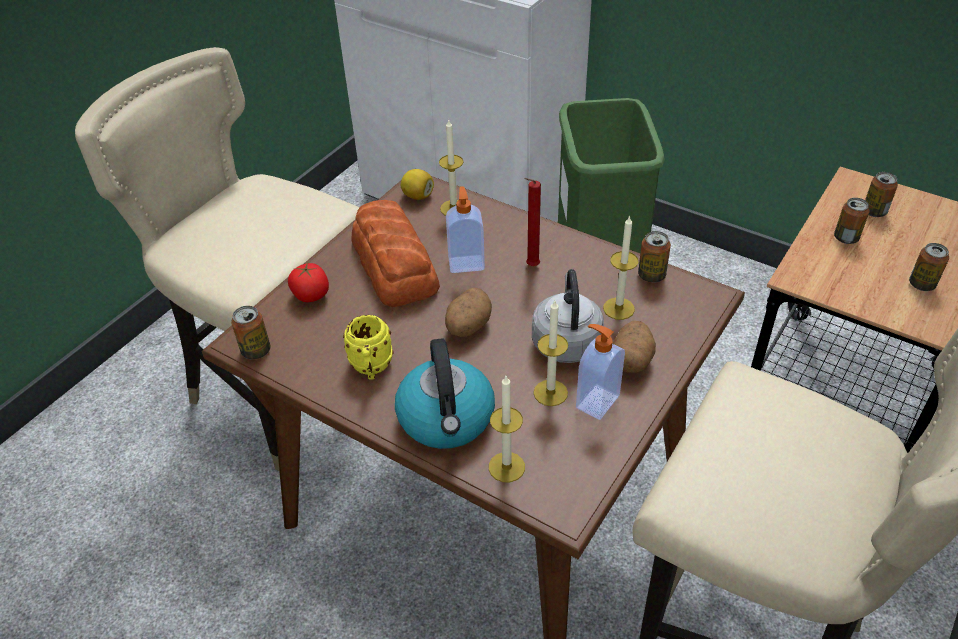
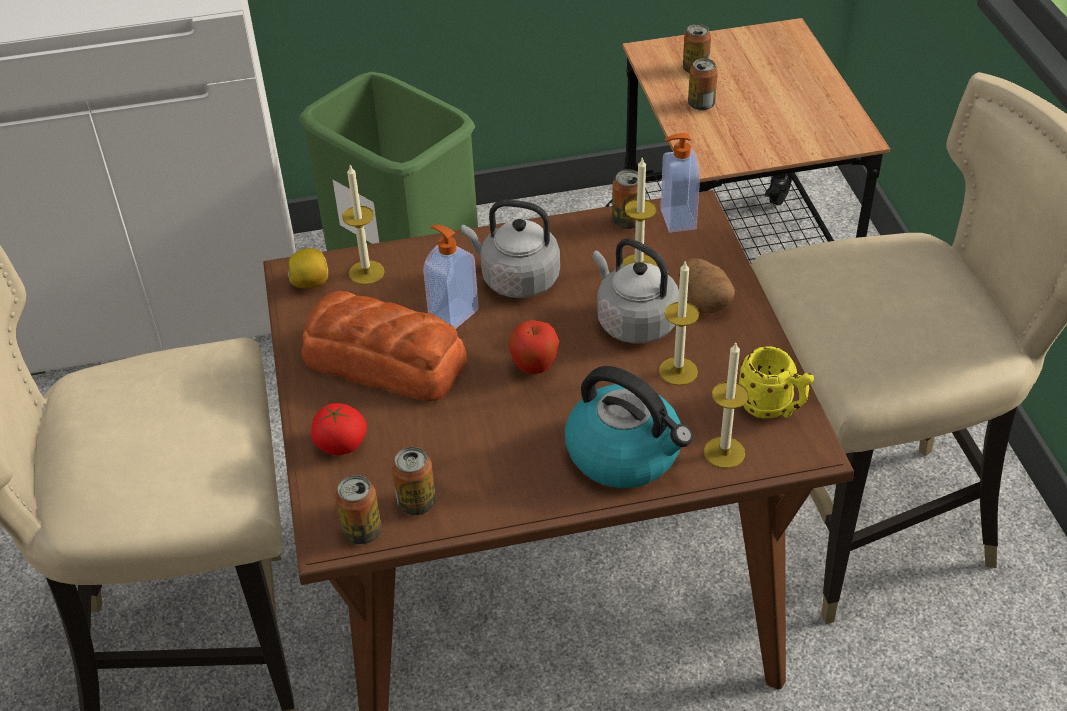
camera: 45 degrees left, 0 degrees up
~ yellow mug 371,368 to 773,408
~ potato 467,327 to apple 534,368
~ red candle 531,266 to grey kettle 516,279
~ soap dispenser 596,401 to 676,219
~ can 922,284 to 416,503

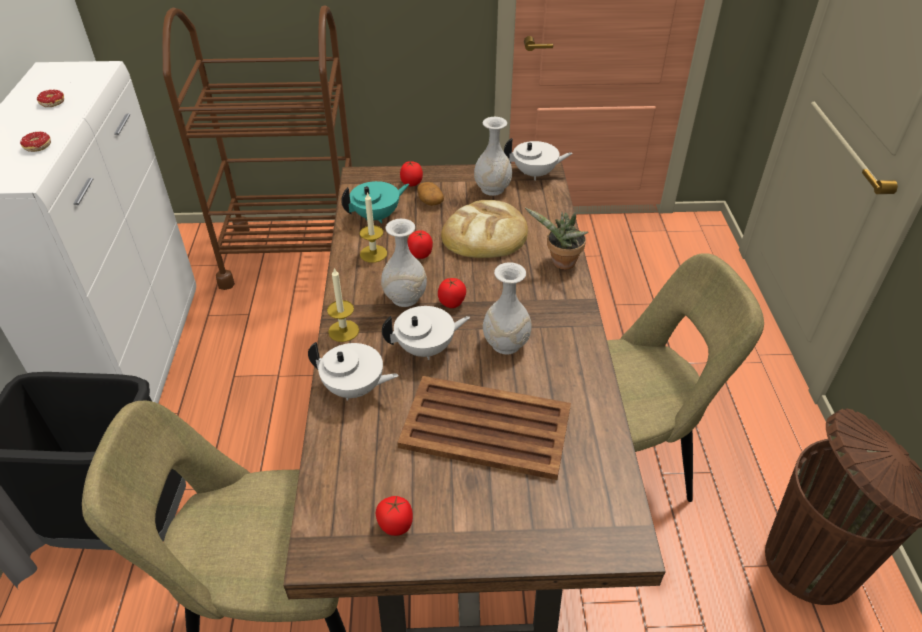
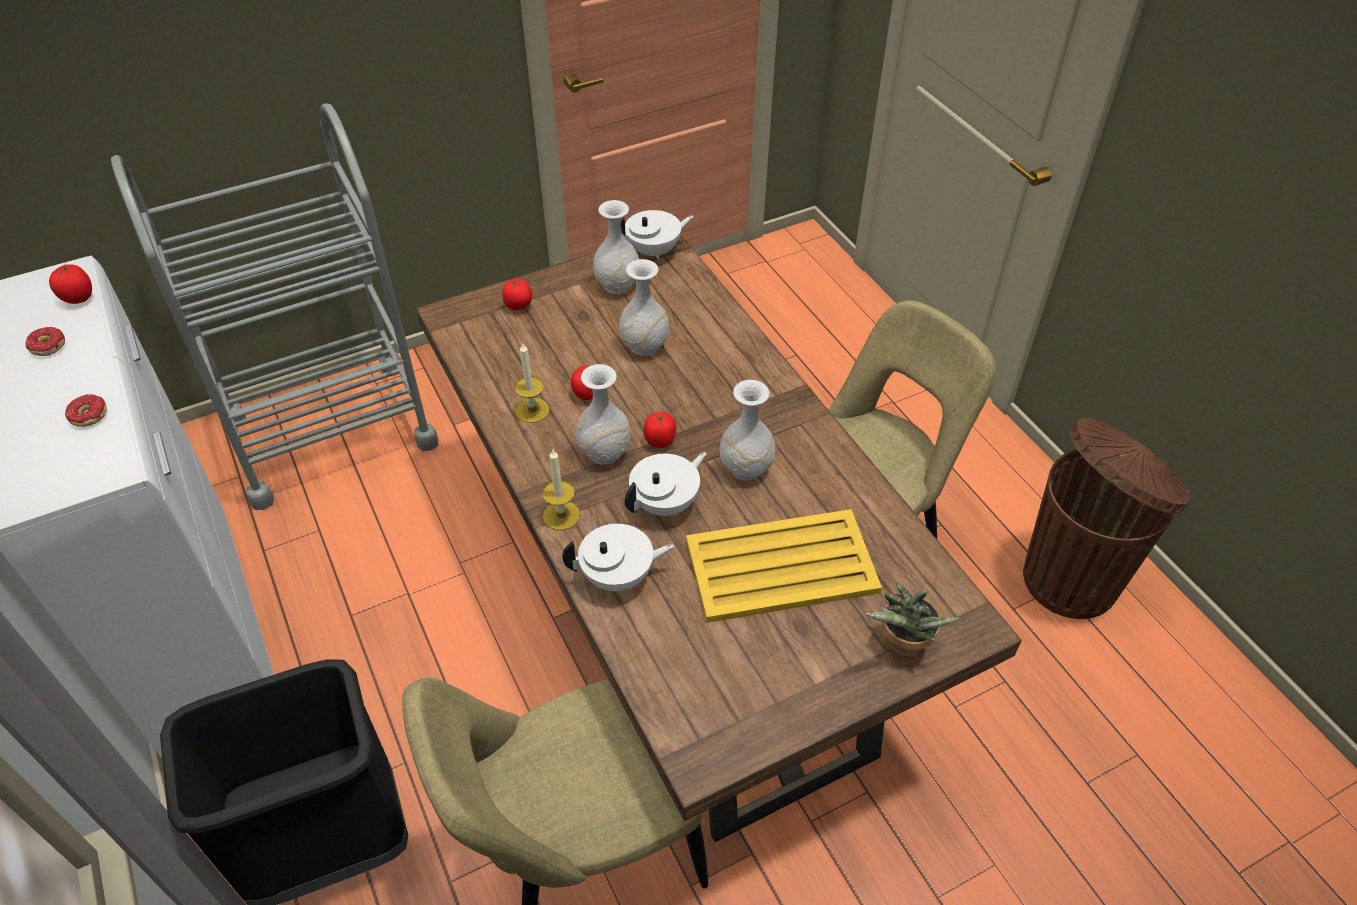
camera: 25 degrees left, 5 degrees up
~ brown cart 294,255 to grey cart 330,431
- turquoise teapot 377,216
~ tomato 395,525 to 78,298
~ brown tray 484,427 to yellow tray 779,566
- potato 430,201
~ bread 485,234 to white vase 645,345
~ potted plant 560,264 to 902,648

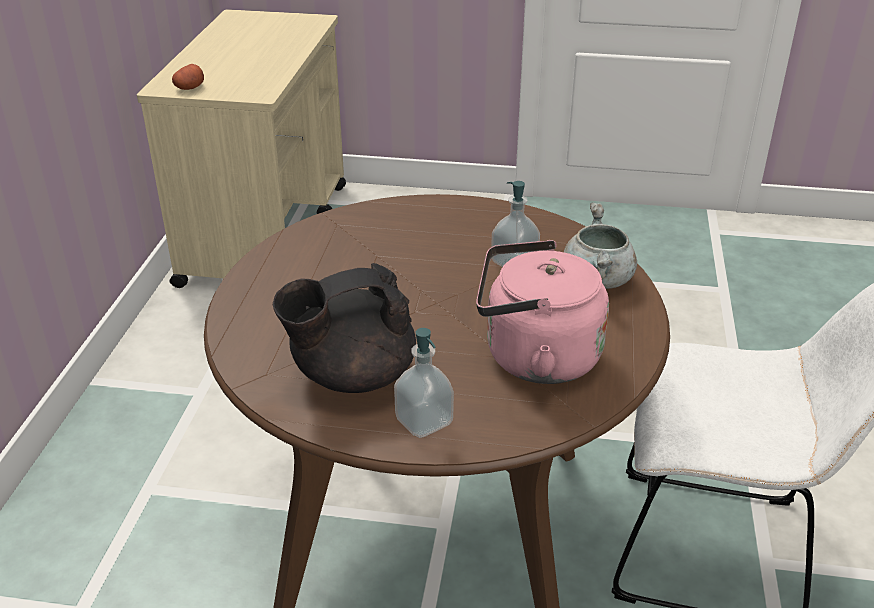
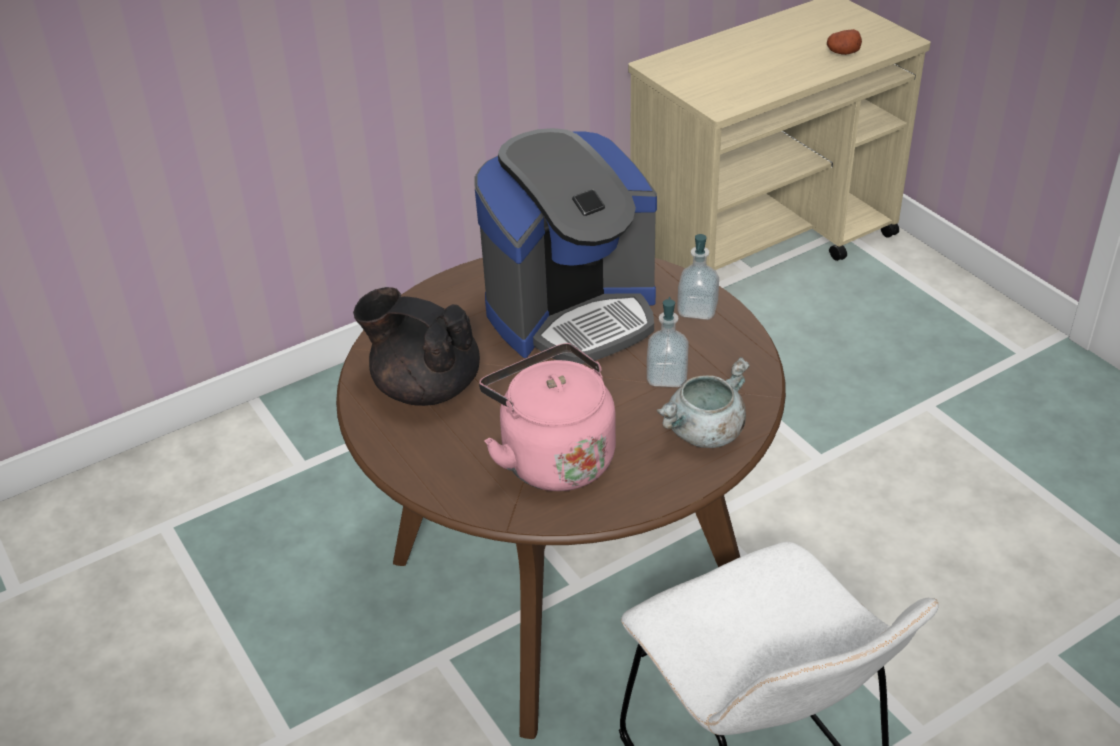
camera: 50 degrees right, 5 degrees up
~ potato 190,88 to 843,52
~ soap dispenser 424,421 to 697,310
+ coffee machine 572,313

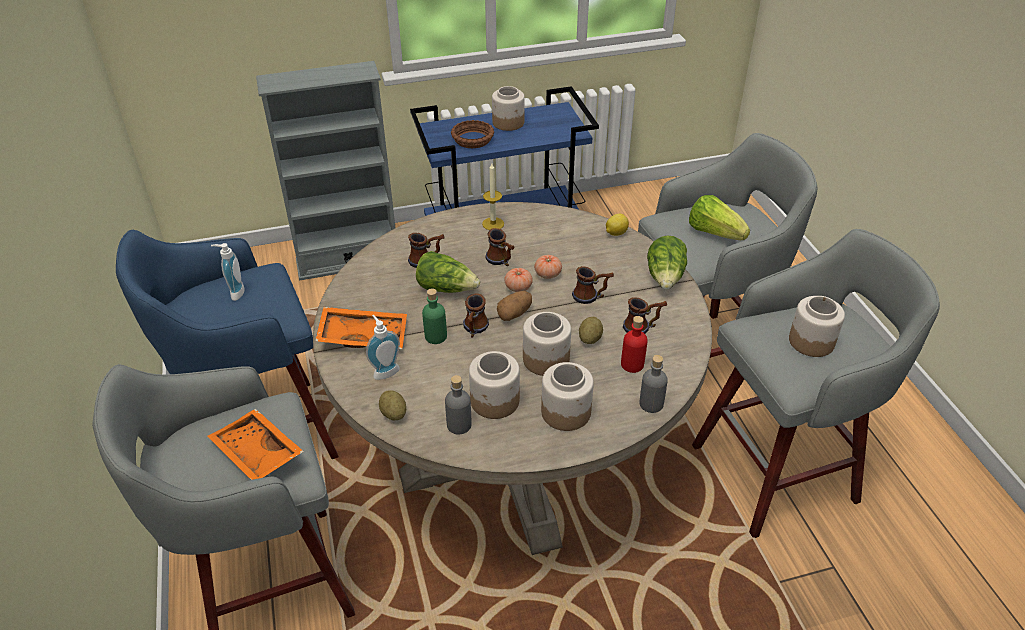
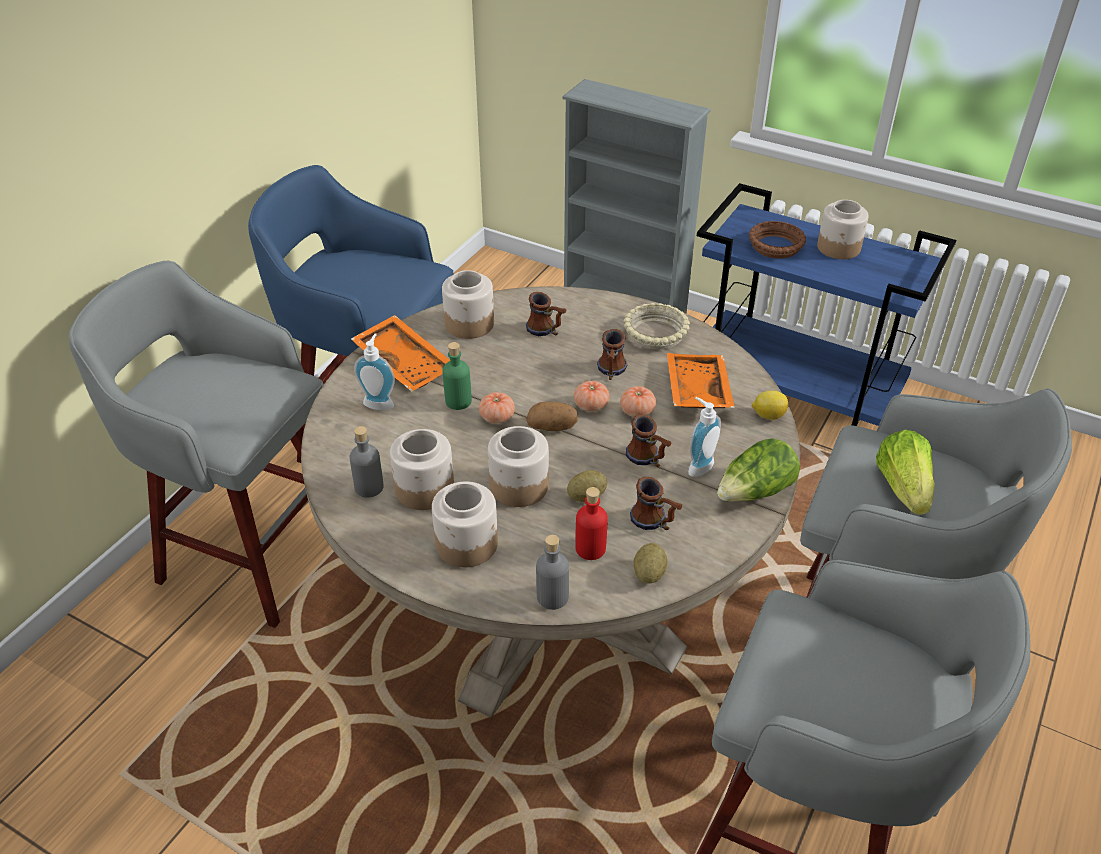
camera: 45 degrees right, 0 degrees up
~ orange tray 256,454 to 695,391
~ soap dispenser 234,292 to 698,465
~ potato 393,413 to 649,573
- lettuce 446,288
~ mug 474,330 to tomato 497,417
~ candle 493,224 to beige bowl 655,333
~ jar 811,341 to 470,324

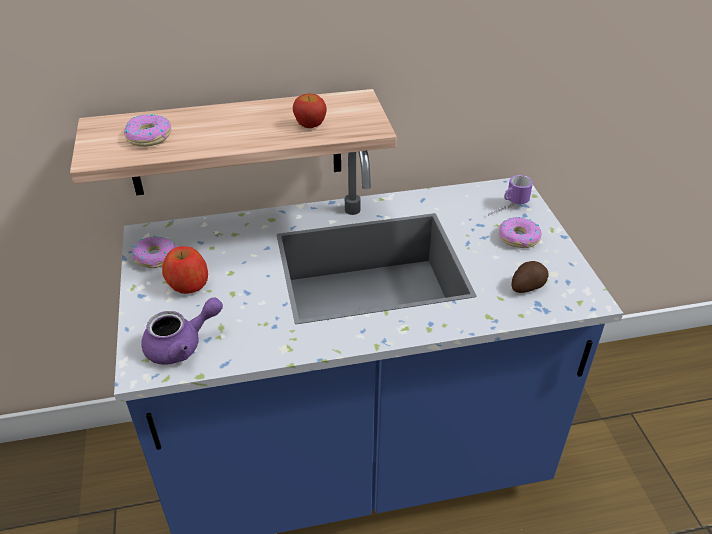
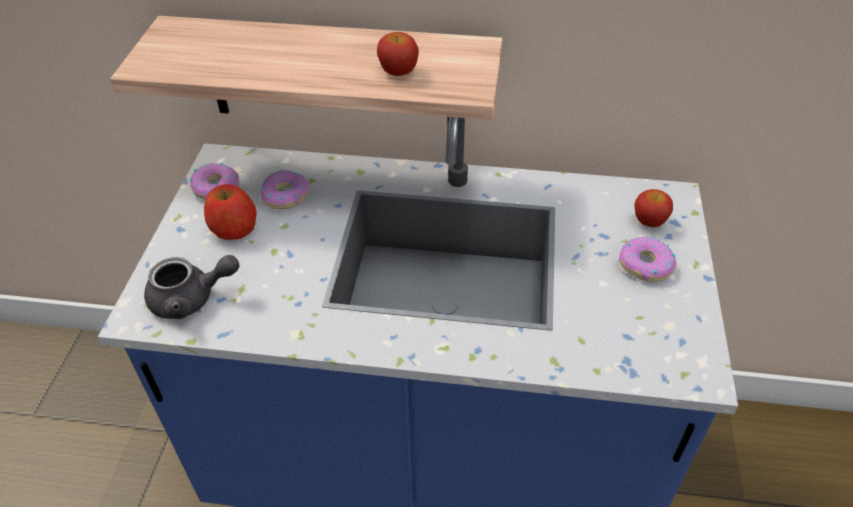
camera: 20 degrees right, 5 degrees up
~ donut 148,137 to 285,195
~ purple teapot 182,345 to grey teapot 191,299
~ mug 506,208 to apple 649,221
- potato 527,286

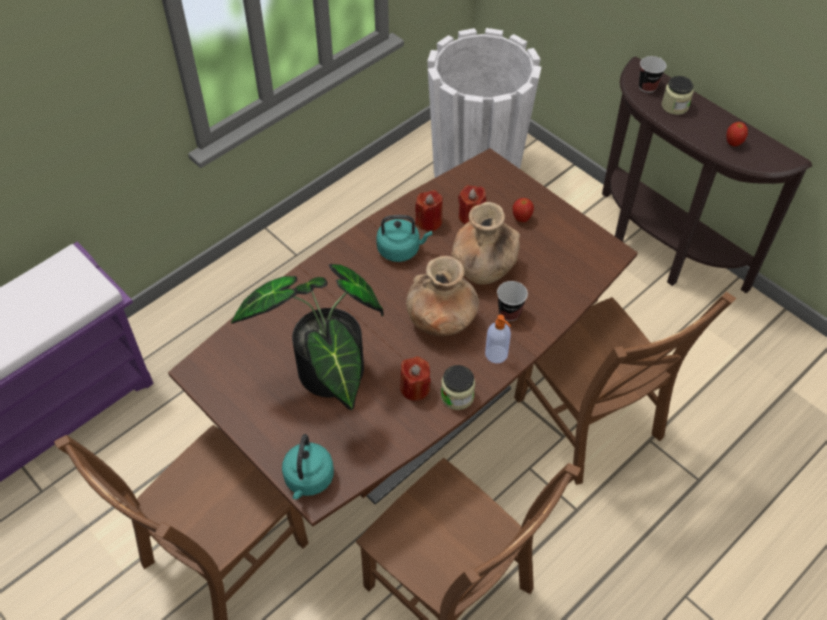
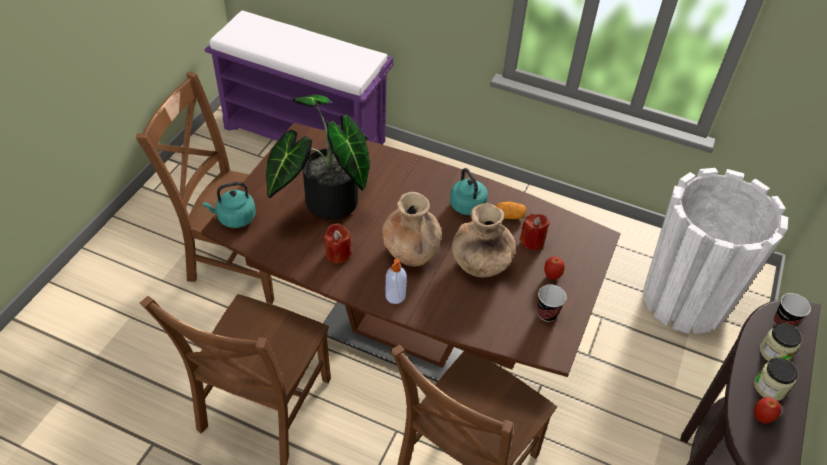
camera: 65 degrees right, 5 degrees down
~ red candle 429,221 to potato 509,216
~ jar 457,396 to 769,387
~ cup 509,313 to 547,314

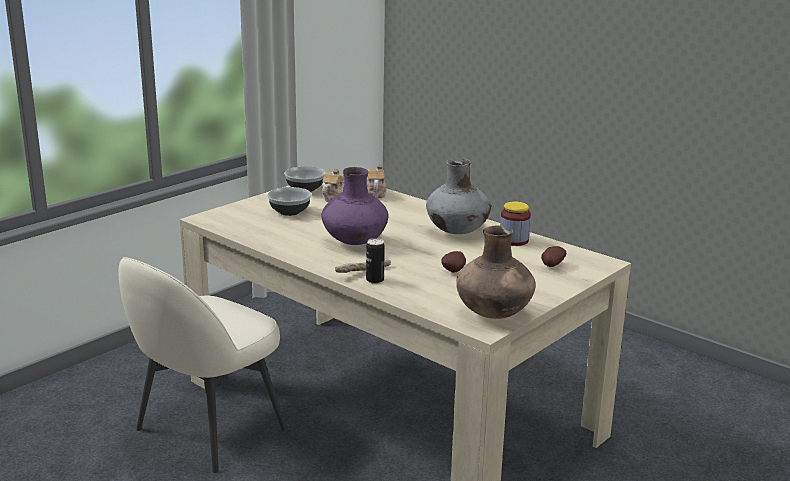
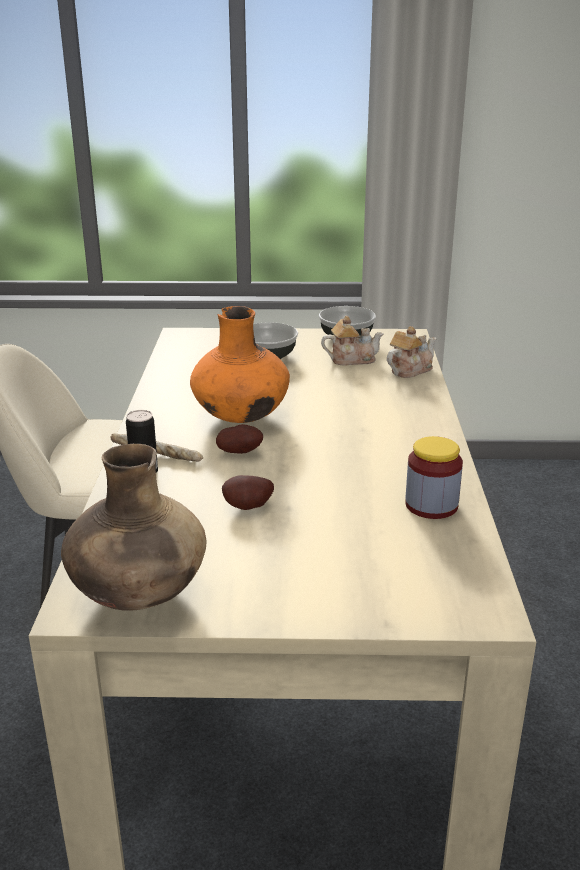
camera: 50 degrees right, 5 degrees up
~ purple vase 354,242 to orange vase 241,417
- grey vase 457,232
~ potato 551,266 to 240,452

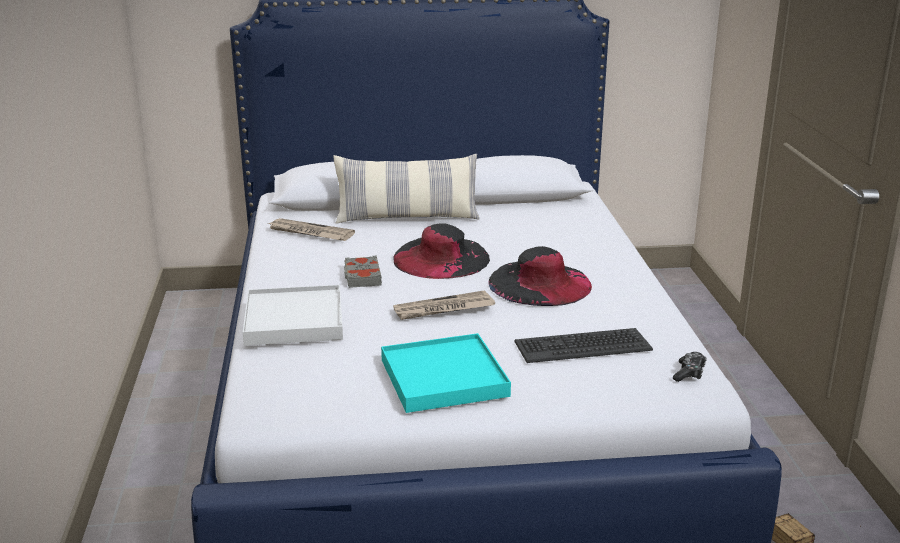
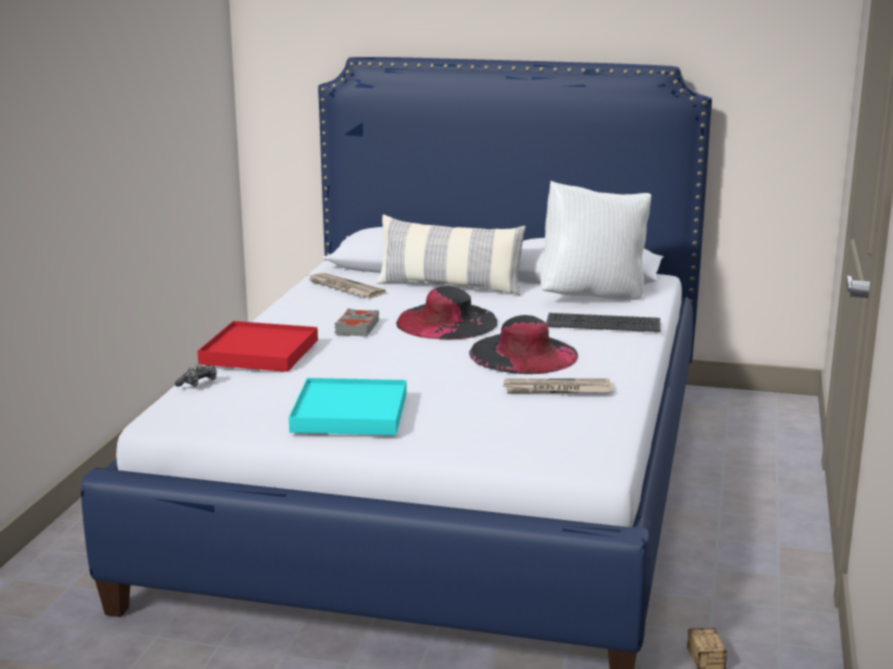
camera: 20 degrees right, 5 degrees down
~ white tray 294,320 to red tray 259,352
~ newspaper 443,309 to 557,390
~ keyboard 582,346 to 603,323
~ game controller 689,373 to 198,383
+ white pillow 593,297

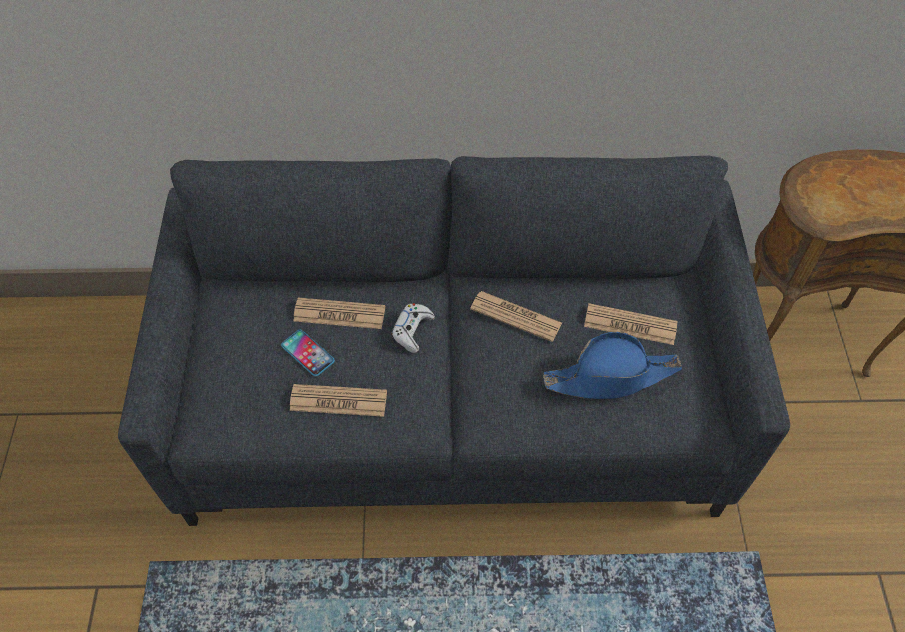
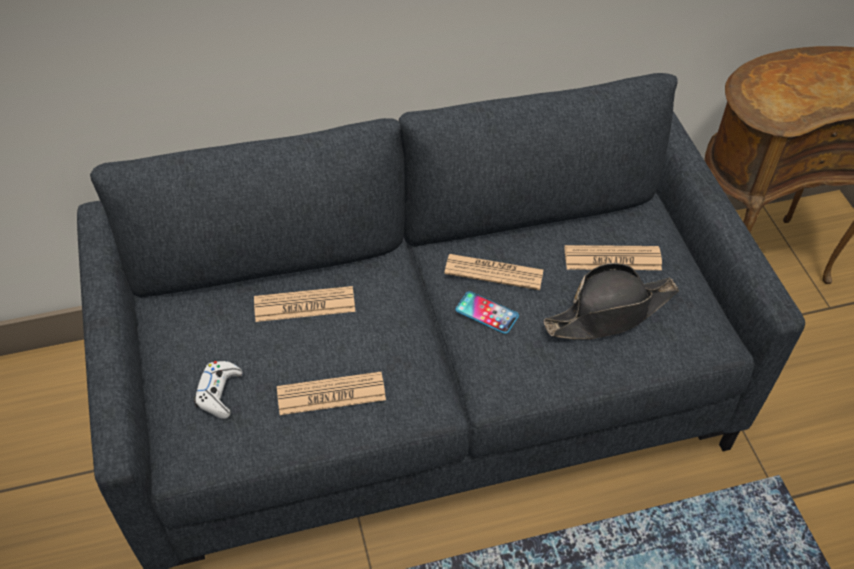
camera: 15 degrees left, 5 degrees down
~ phone 307,353 to 487,313
~ white game controller 412,330 to 219,393
~ blue hat 611,376 to black hat 610,312

